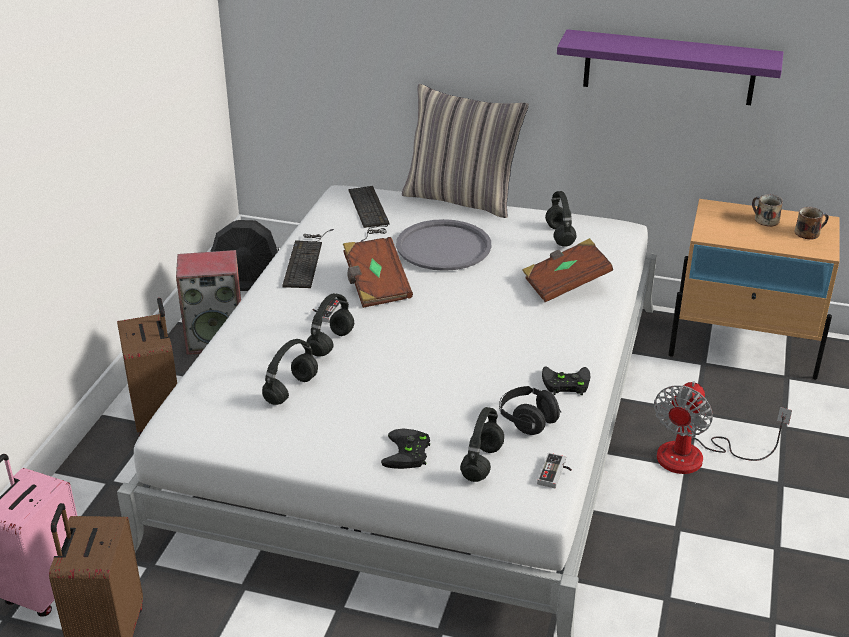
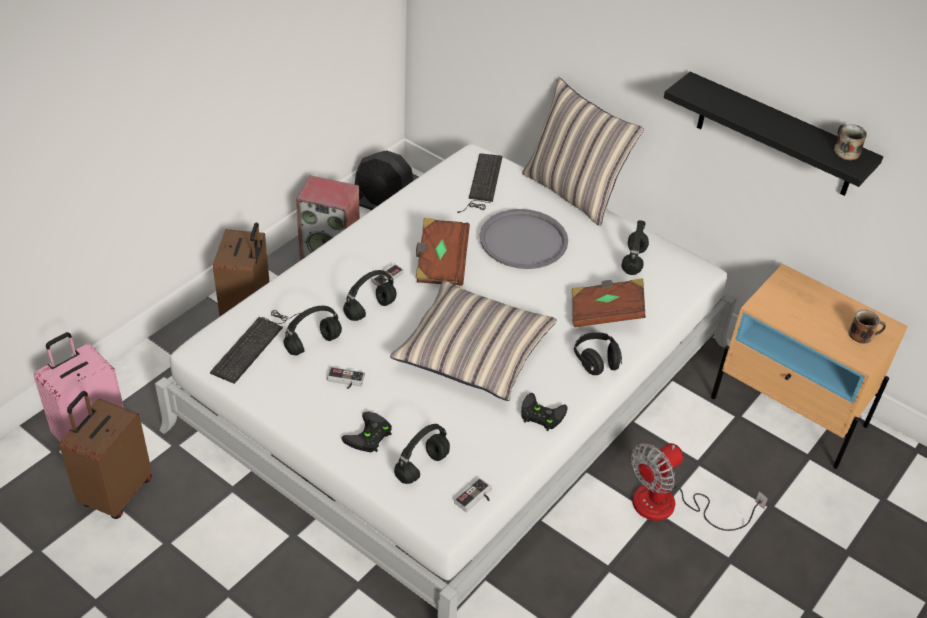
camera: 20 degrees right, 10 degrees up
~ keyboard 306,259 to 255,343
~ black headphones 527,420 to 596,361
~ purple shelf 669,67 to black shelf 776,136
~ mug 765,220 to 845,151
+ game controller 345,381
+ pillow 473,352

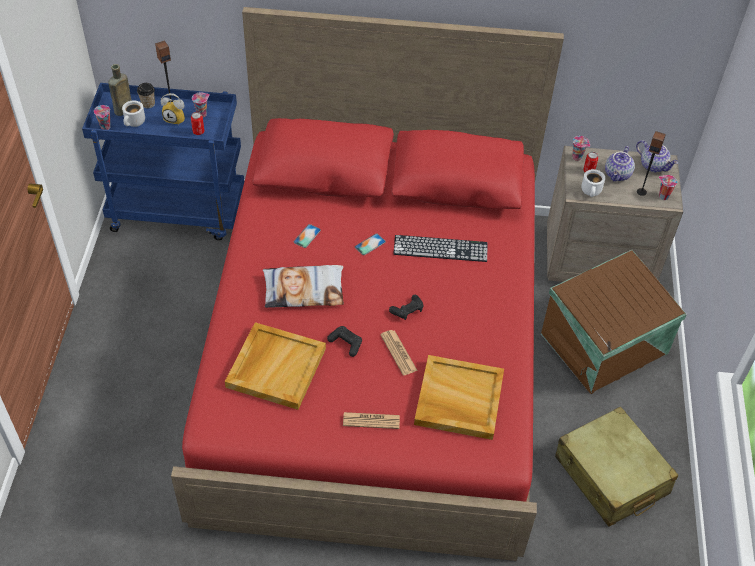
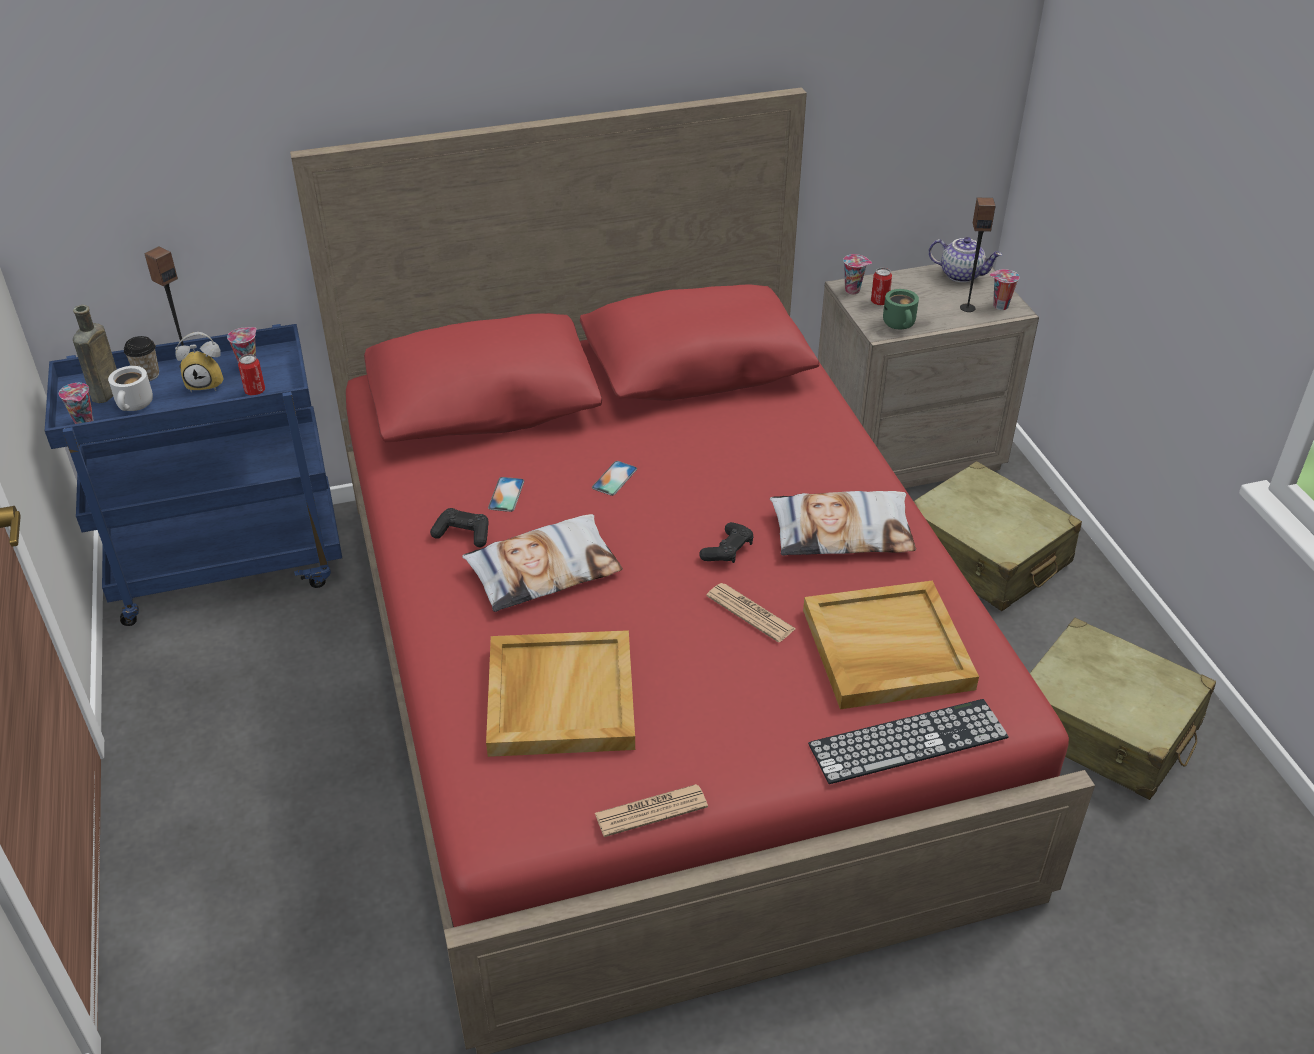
camera: 20 degrees left, 10 degrees down
~ black game controller 346,343 to 463,534
~ newspaper 371,421 to 651,811
~ keyboard 440,248 to 908,741
~ brown storage box 606,344 to beige suitcase 985,555
~ white mug 592,191 to green mug 901,324
- teapot 618,175
+ pillow 842,532

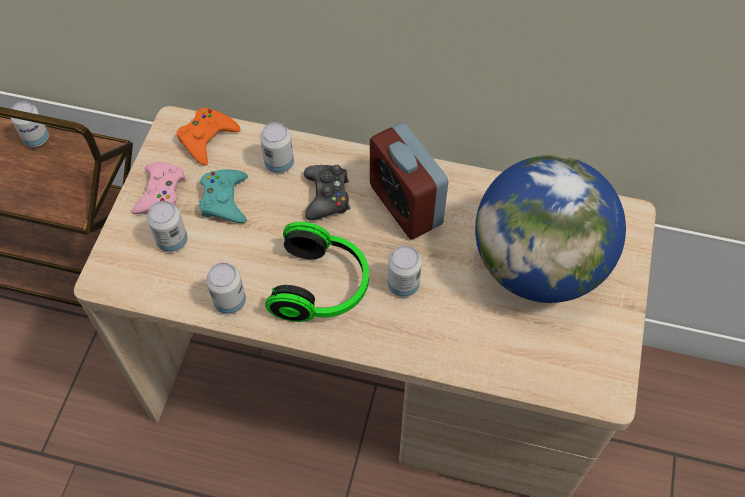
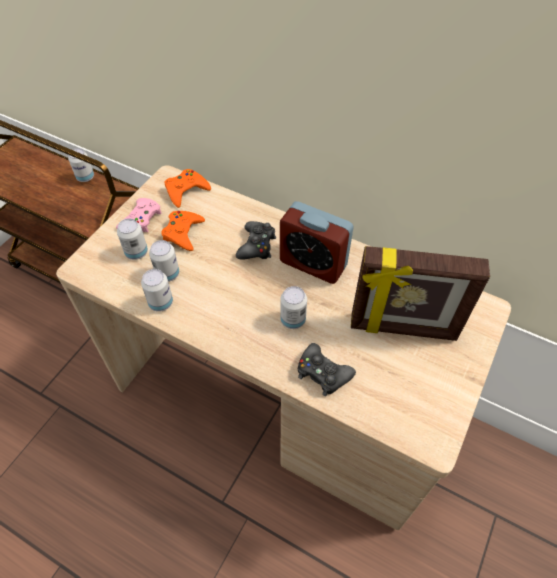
camera: 15 degrees right, 5 degrees down
~ turquoise game controller 225,200 to orange game controller 183,233
~ can 279,163 to 167,274
- headphones 322,286
~ alarm clock 405,205 = 313,263 45 degrees counterclockwise
~ globe 537,265 to picture frame 402,329
+ black game controller 323,373

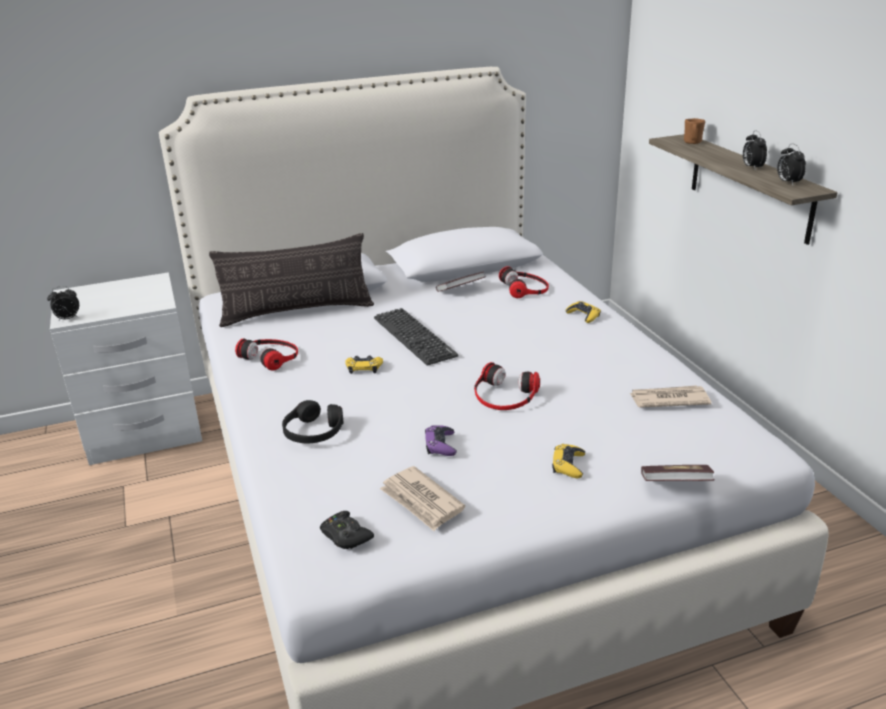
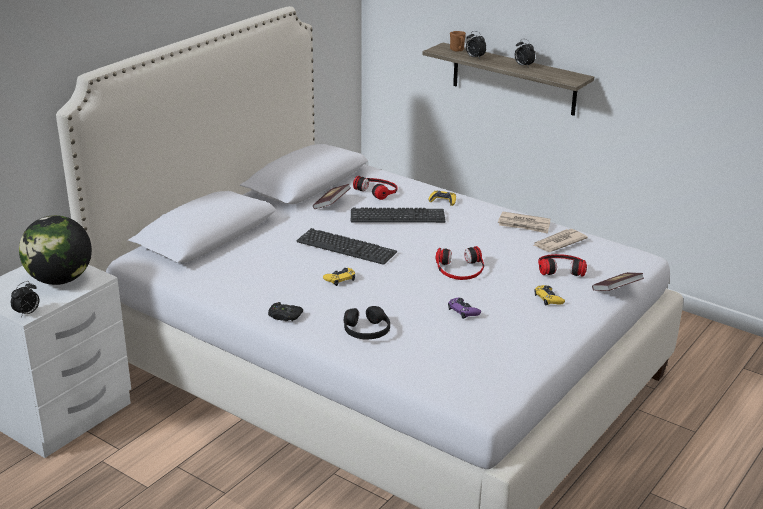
camera: 35 degrees left, 0 degrees up
- pillow 297,312
~ headphones 271,356 to 561,268
~ black game controller 345,536 to 284,316
~ newspaper 421,501 to 524,225
~ alarm clock 787,182 to 474,57
+ globe 60,280
+ keyboard 397,216

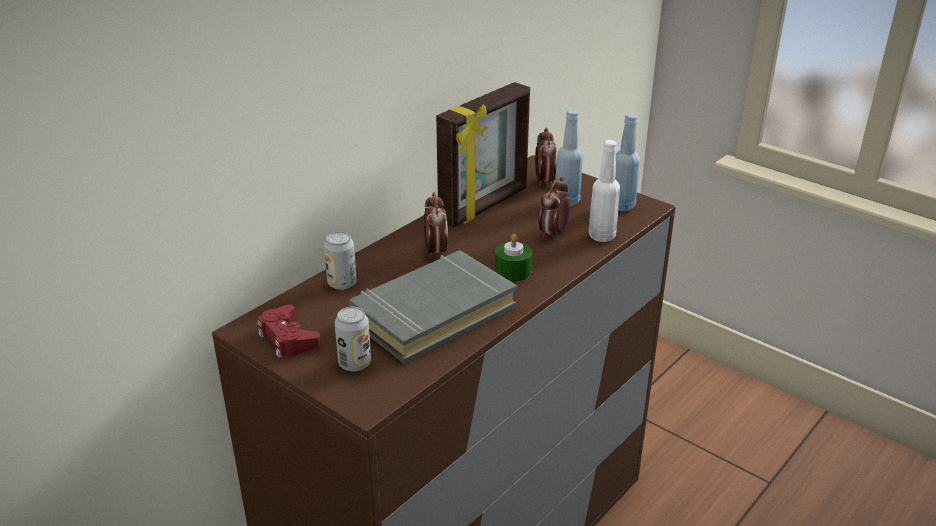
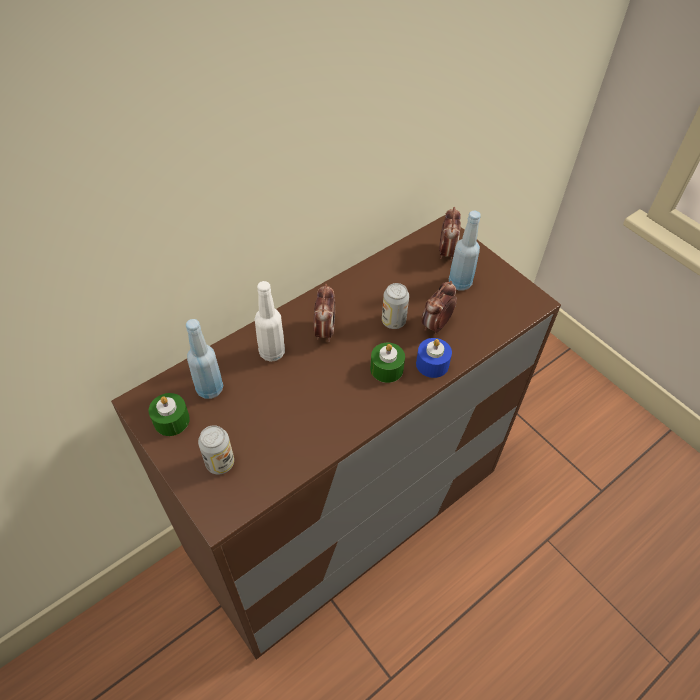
camera: 10 degrees right, 20 degrees up
~ red game controller 288,338 to green candle 171,420
~ can 342,283 to 393,321
- grey book 432,314
- picture frame 485,206
~ white bottle 602,236 to 272,352
~ blue bottle 622,206 to 210,389
+ blue candle 432,364

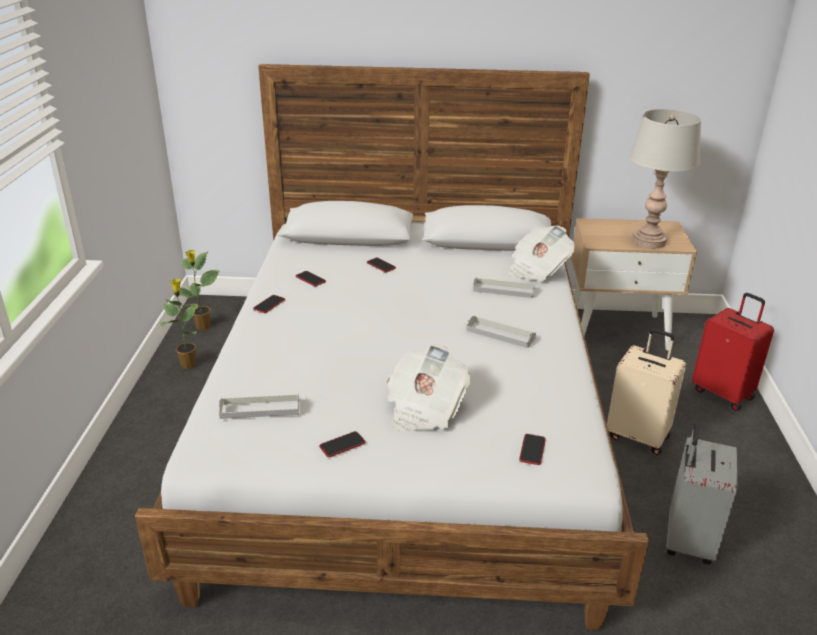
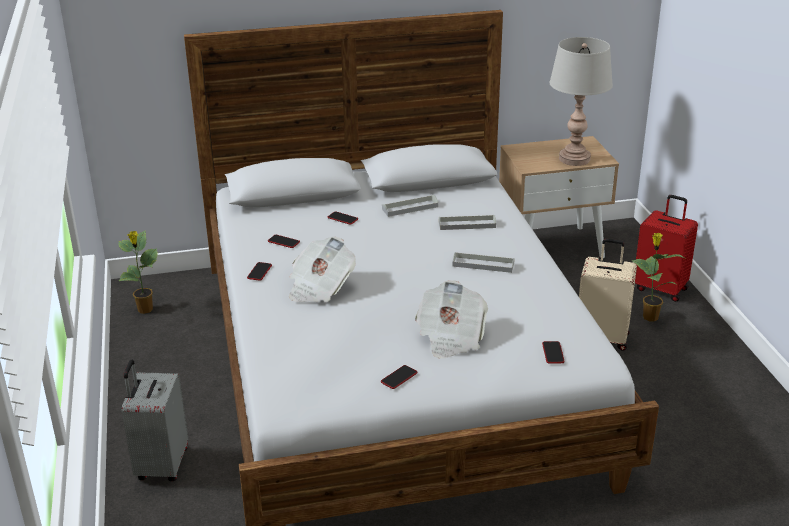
camera: 15 degrees left, 0 degrees up
~ potted plant 188,364 to 649,316
~ grey tray 260,409 to 410,208
~ newspaper 537,269 to 320,287
~ grey suitcase 687,540 to 161,465

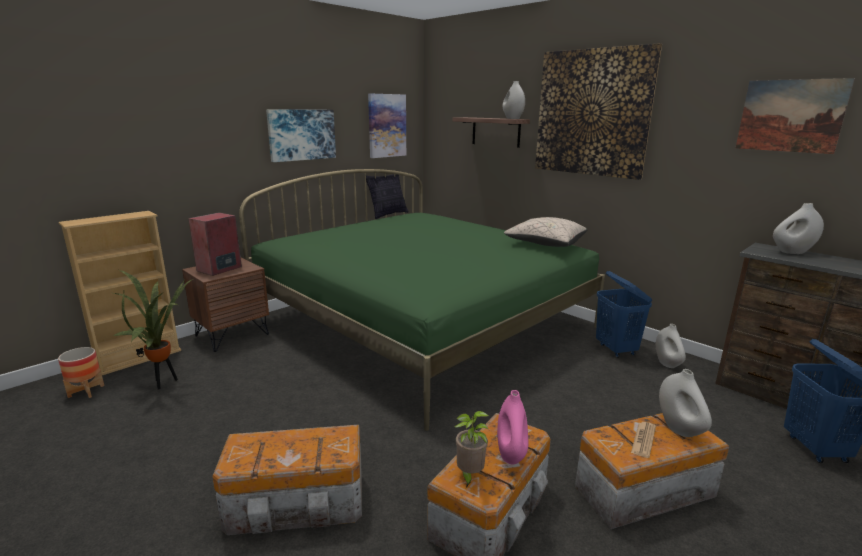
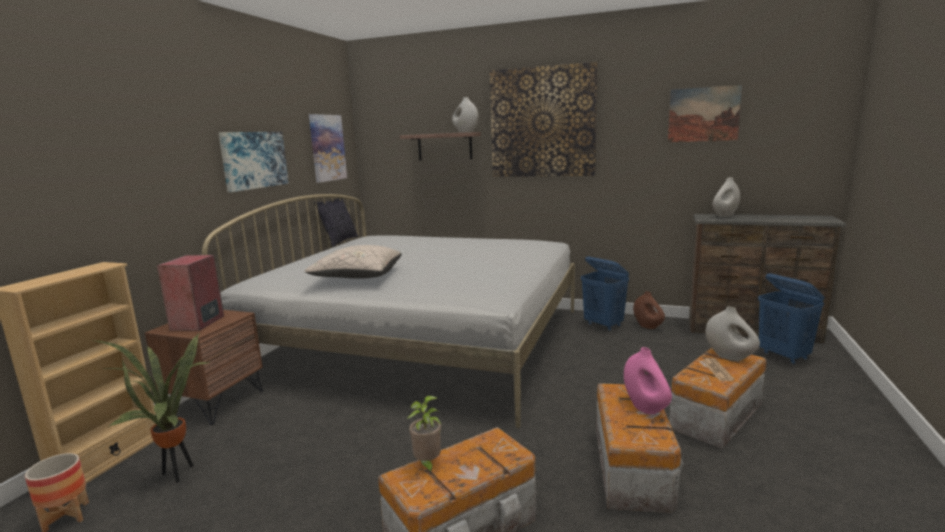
camera: 25 degrees left, 5 degrees down
~ green bed 422,322 to white bed 421,342
~ potted plant 469,475 to 427,464
~ beige pillow 545,244 to 357,277
~ white vase 667,363 to brown vase 648,326

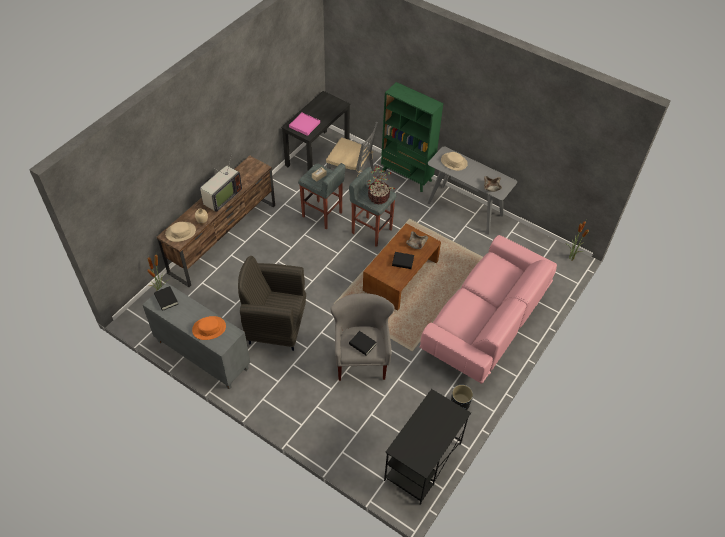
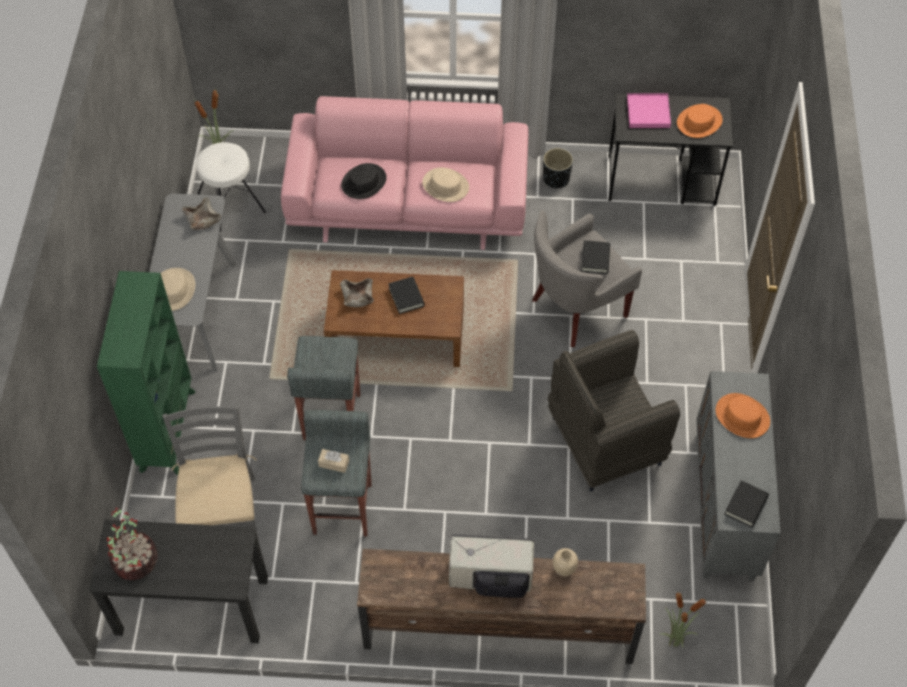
camera: 120 degrees left, 5 degrees up
~ beige hat 180,232 to 445,186
~ grey armchair 275,325 = 604,442 90 degrees clockwise
~ pink tray 304,125 to 648,112
~ potted plant 379,197 to 135,560
+ white stool 231,203
+ black hat 364,182
+ orange hat 699,122

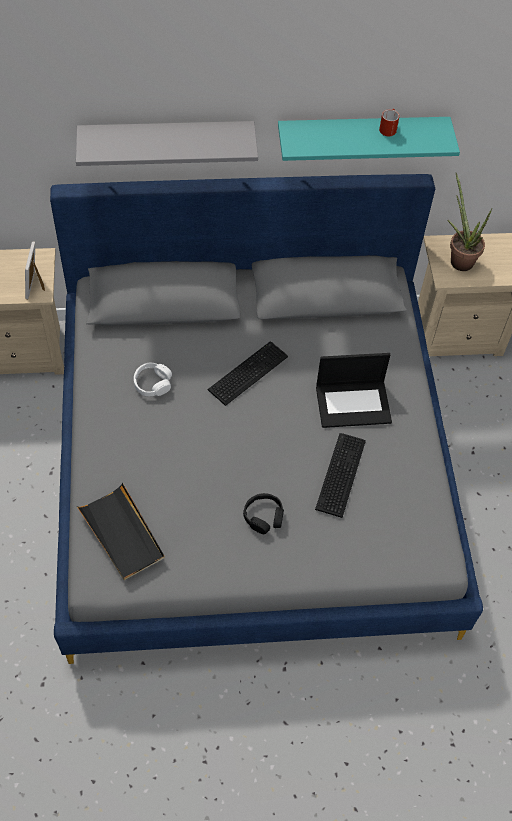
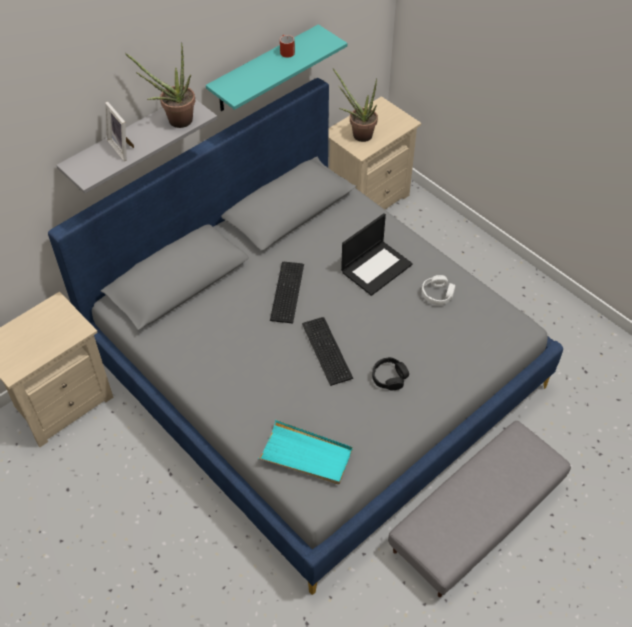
camera: 35 degrees left, 5 degrees down
~ picture frame 37,285 to 123,147
~ black tray 122,534 to turquoise tray 306,455
~ white headphones 153,383 to 437,294
~ keyboard 339,475 to 326,352
+ potted plant 175,121
+ grey ottoman 476,516

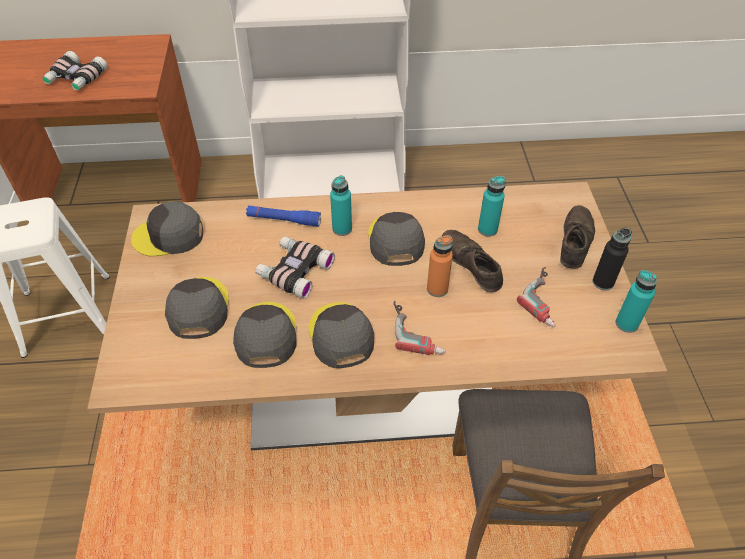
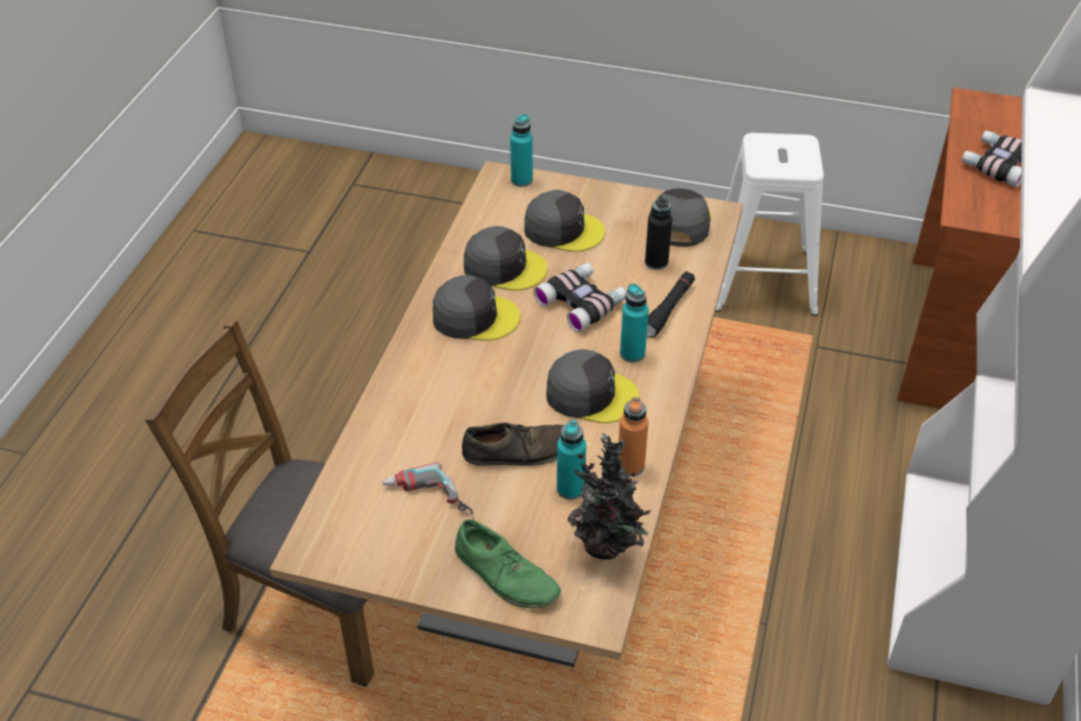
camera: 110 degrees right, 5 degrees down
~ blue flashlight 284,220 to black flashlight 669,309
- power drill 418,331
~ orange bottle 437,289 to 630,466
~ brown shoe 575,241 to green shoe 506,575
~ black bottle 603,282 to 656,262
~ turquoise bottle 626,324 to 521,180
+ potted plant 607,547

